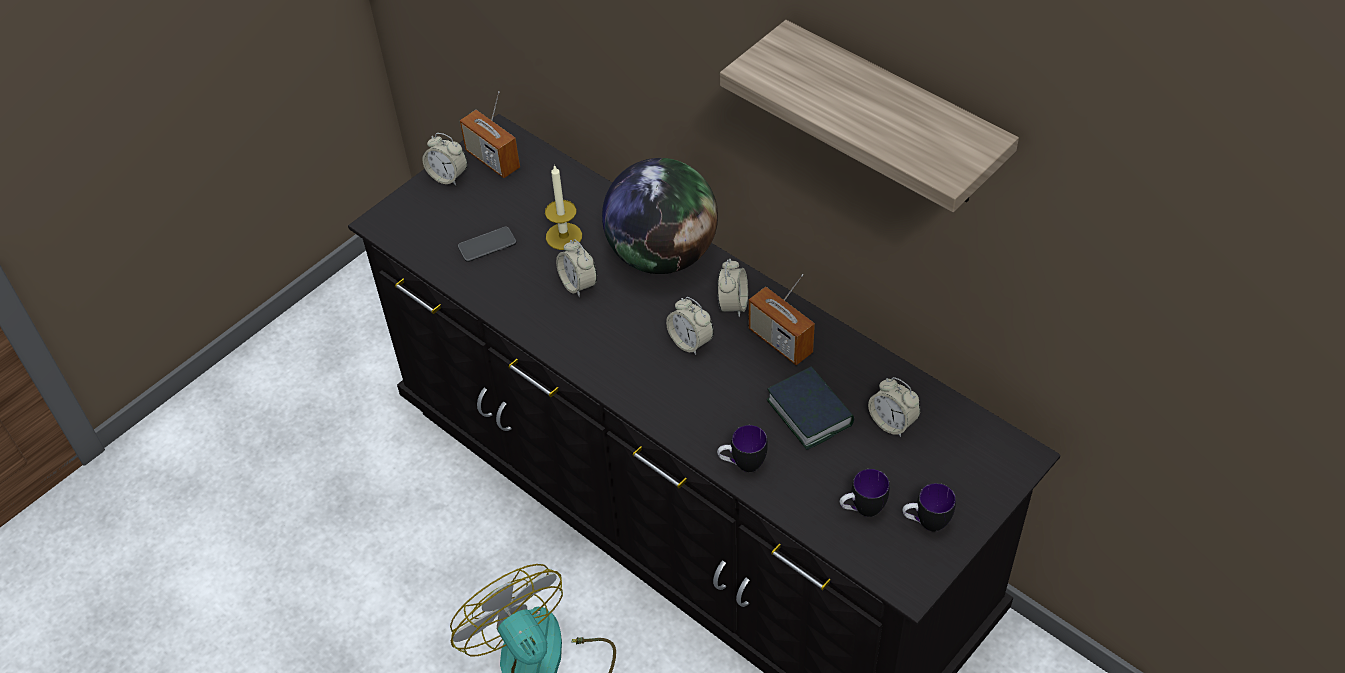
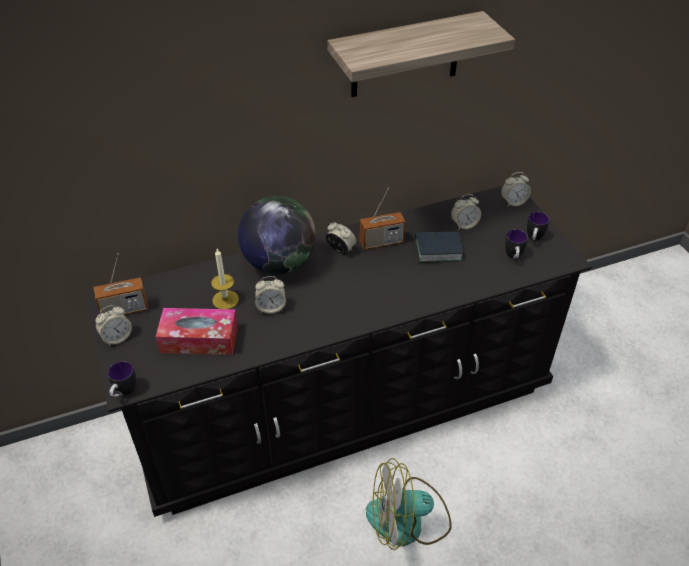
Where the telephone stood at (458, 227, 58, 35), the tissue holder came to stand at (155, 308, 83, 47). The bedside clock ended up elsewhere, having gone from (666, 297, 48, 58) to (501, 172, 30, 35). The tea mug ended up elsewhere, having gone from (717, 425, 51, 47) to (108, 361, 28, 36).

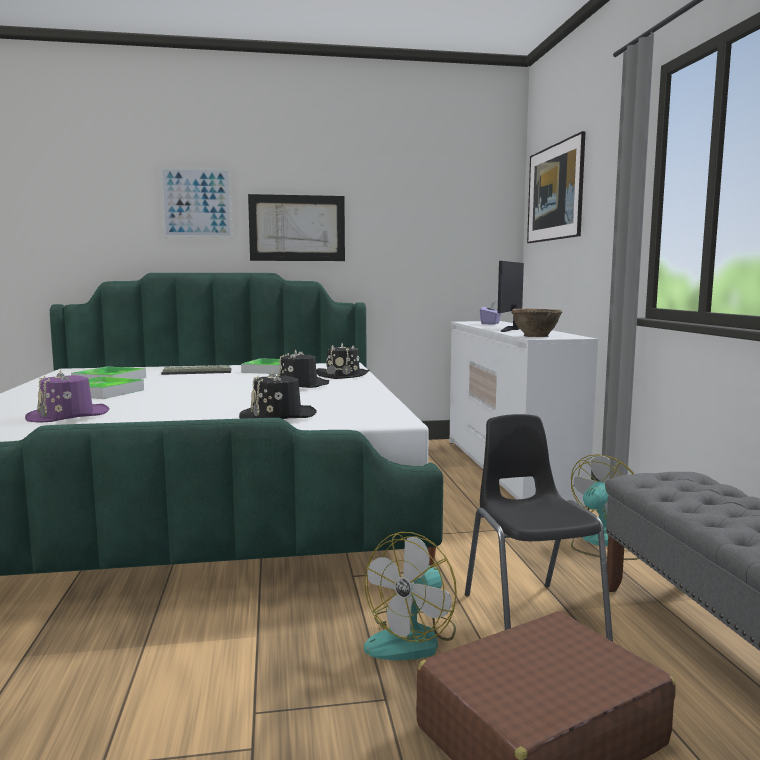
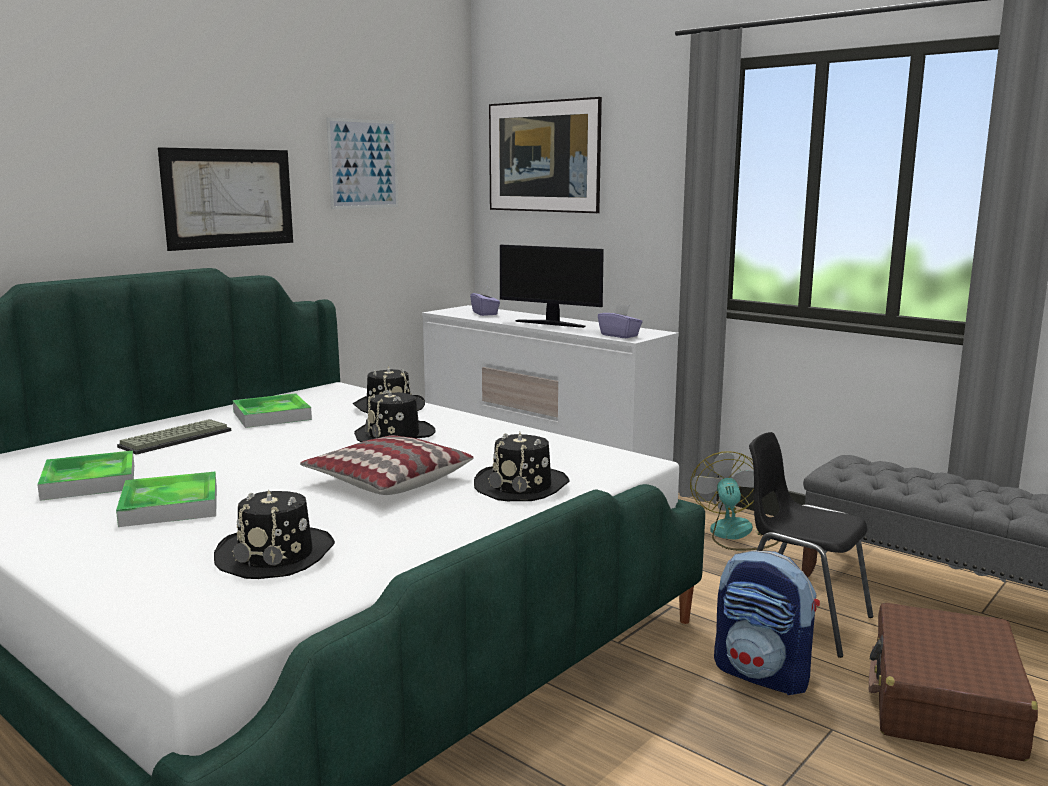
The wall art ended up elsewhere, having gone from (160, 167, 73, 71) to (326, 117, 72, 92). The computer display at (497, 261, 27, 71) ended up facing another way, 45 degrees counterclockwise from before. Where the bowl in brownish stood at (511, 308, 51, 29), the tissue holder in purplish came to stand at (598, 304, 44, 34). What was the clothing hat in purplish at (25, 370, 85, 53) turned into the clothing hat in black at (214, 490, 121, 89). Where the electric fan stood at (364, 532, 93, 128), the backpack came to stand at (714, 550, 106, 145). The second view gained the throw pillow at (300, 435, 174, 60).

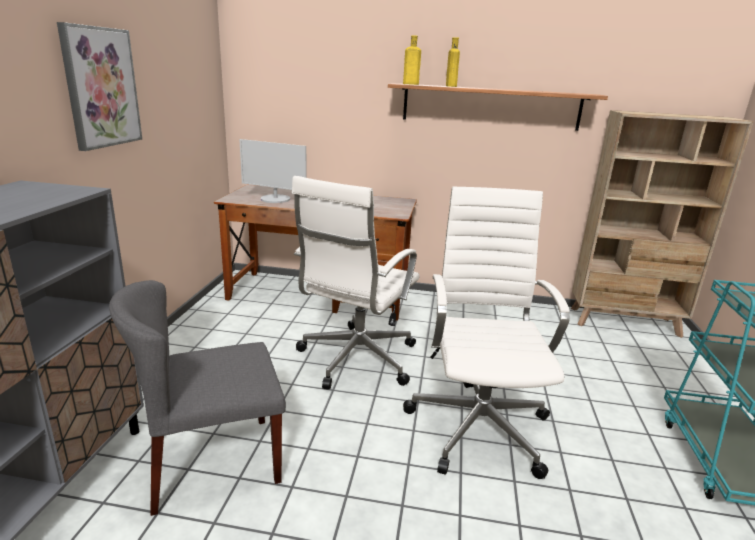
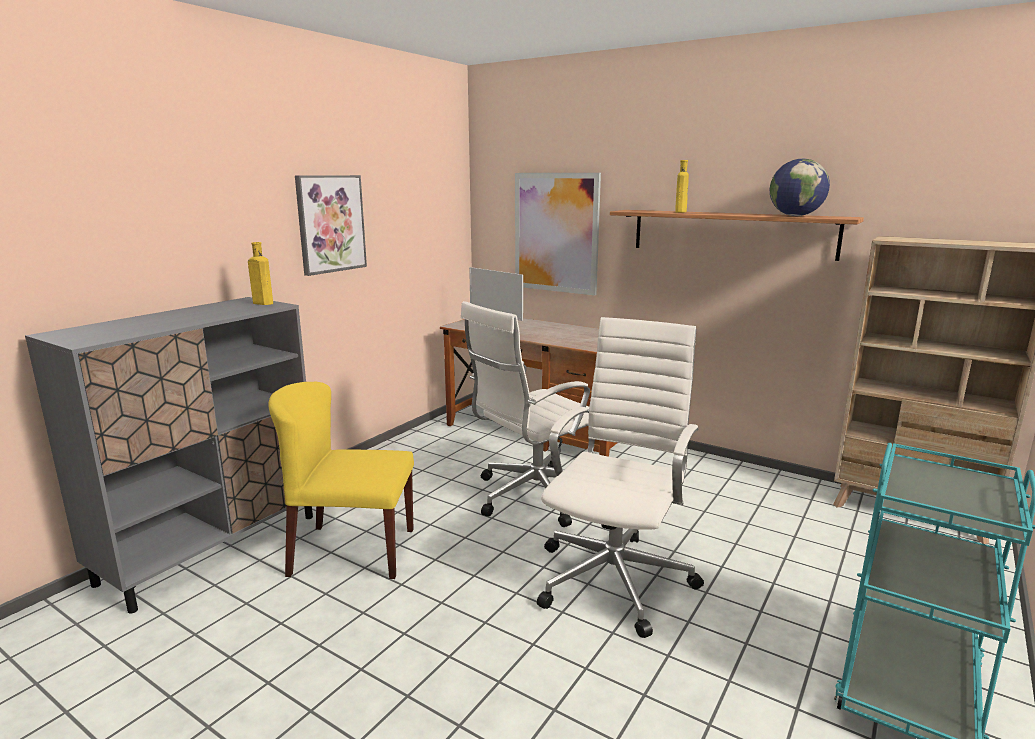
The beverage bottle in yellow ended up elsewhere, having gone from (403, 35, 18, 50) to (248, 242, 25, 63). What was the upright chair in grey at (109, 280, 177, 236) turned into the upright chair in yellow at (269, 382, 145, 197). The second view gained the desk globe at (770, 159, 60, 57). The second view gained the wall art at (515, 173, 86, 122).

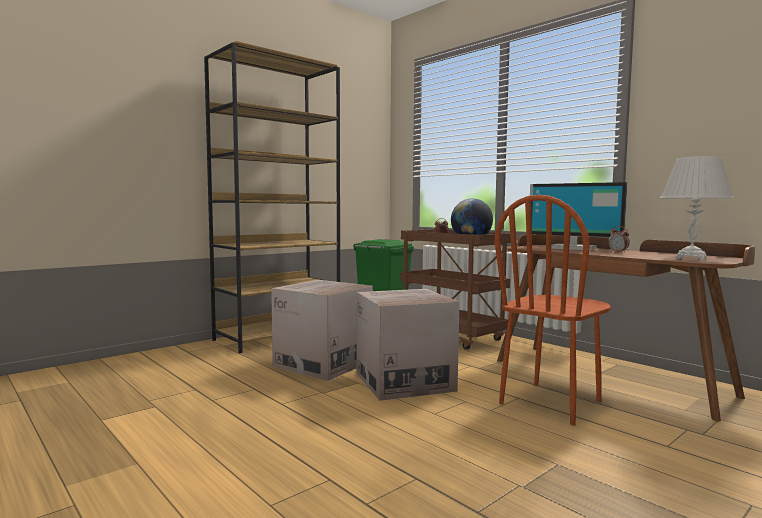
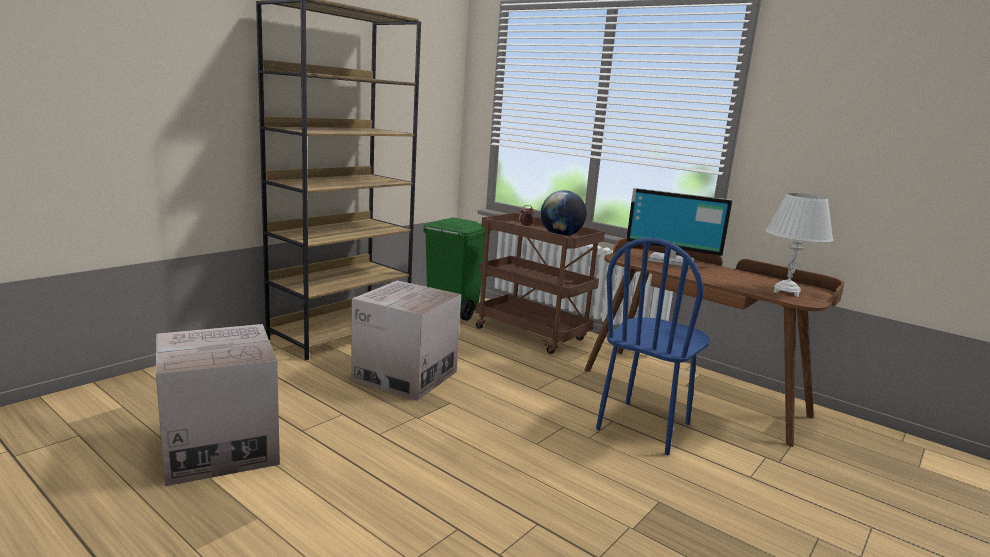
What was the upright chair in brownish at (495, 194, 116, 232) turned into the upright chair in blue at (596, 237, 114, 218). The second view lost the bedside clock at (608, 226, 22, 27). The carton ended up elsewhere, having gone from (357, 289, 103, 112) to (156, 324, 124, 162).

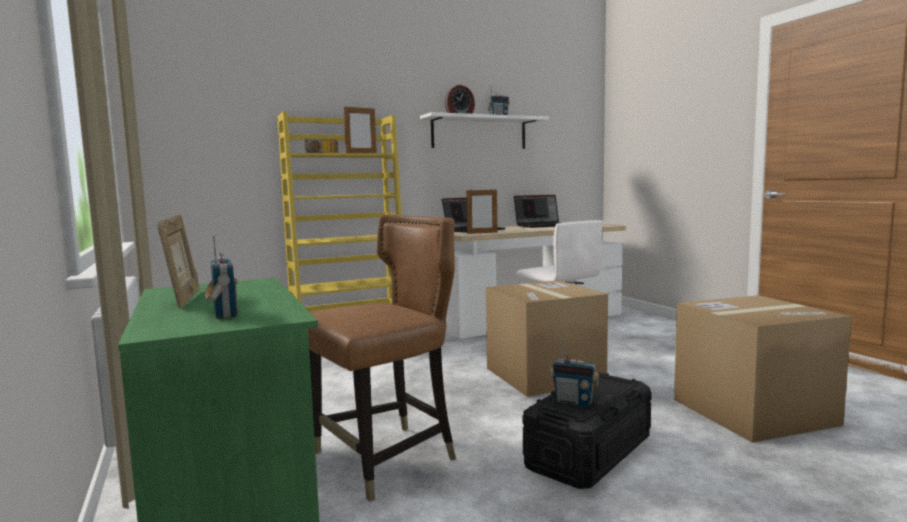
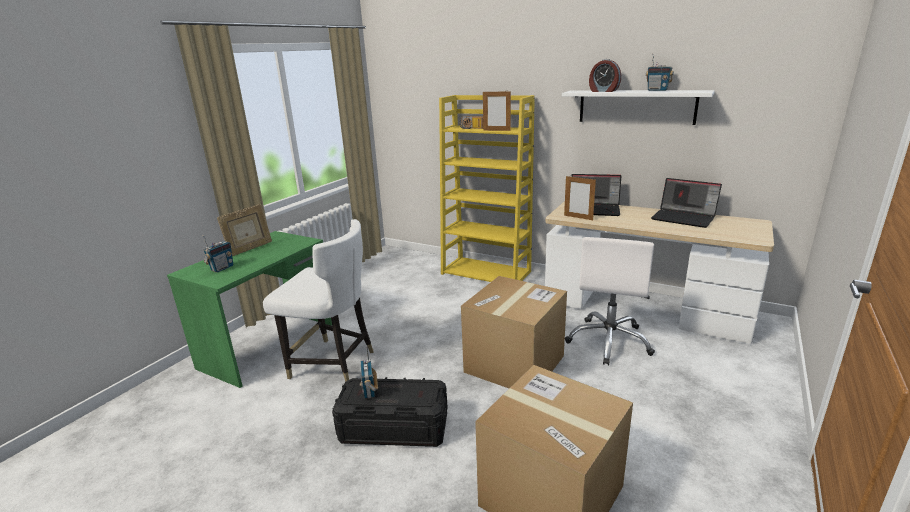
What was the upright chair in brownish at (308, 215, 148, 287) turned into the upright chair in whitish at (263, 219, 111, 163).

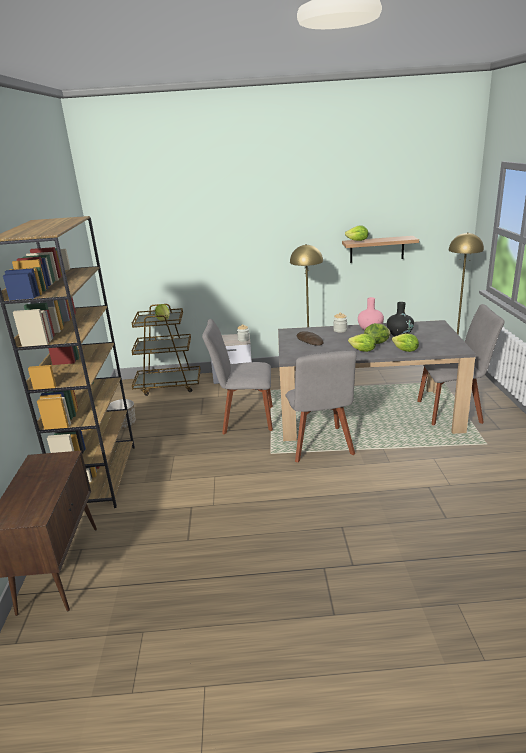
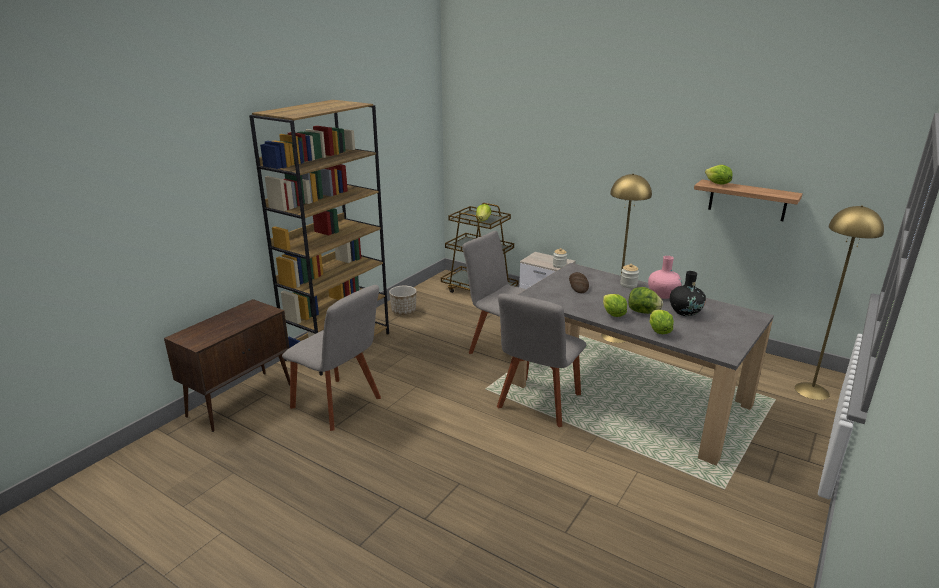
The upright chair in grey ended up elsewhere, having gone from (417, 304, 88, 121) to (282, 285, 99, 146).

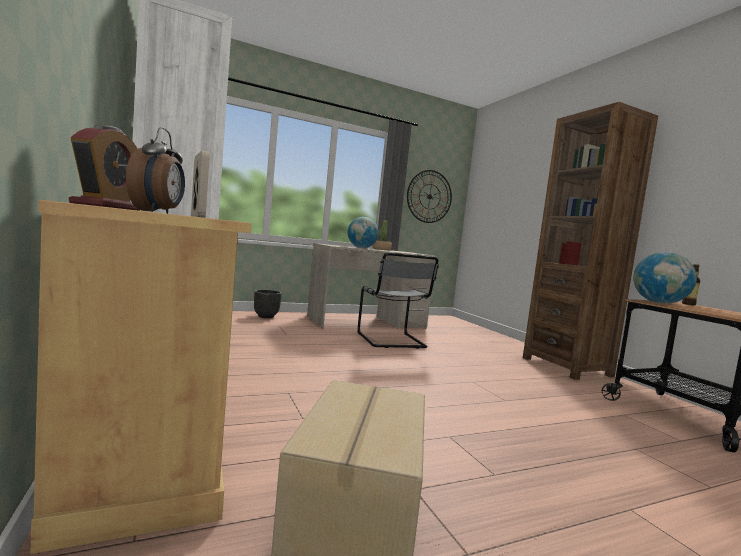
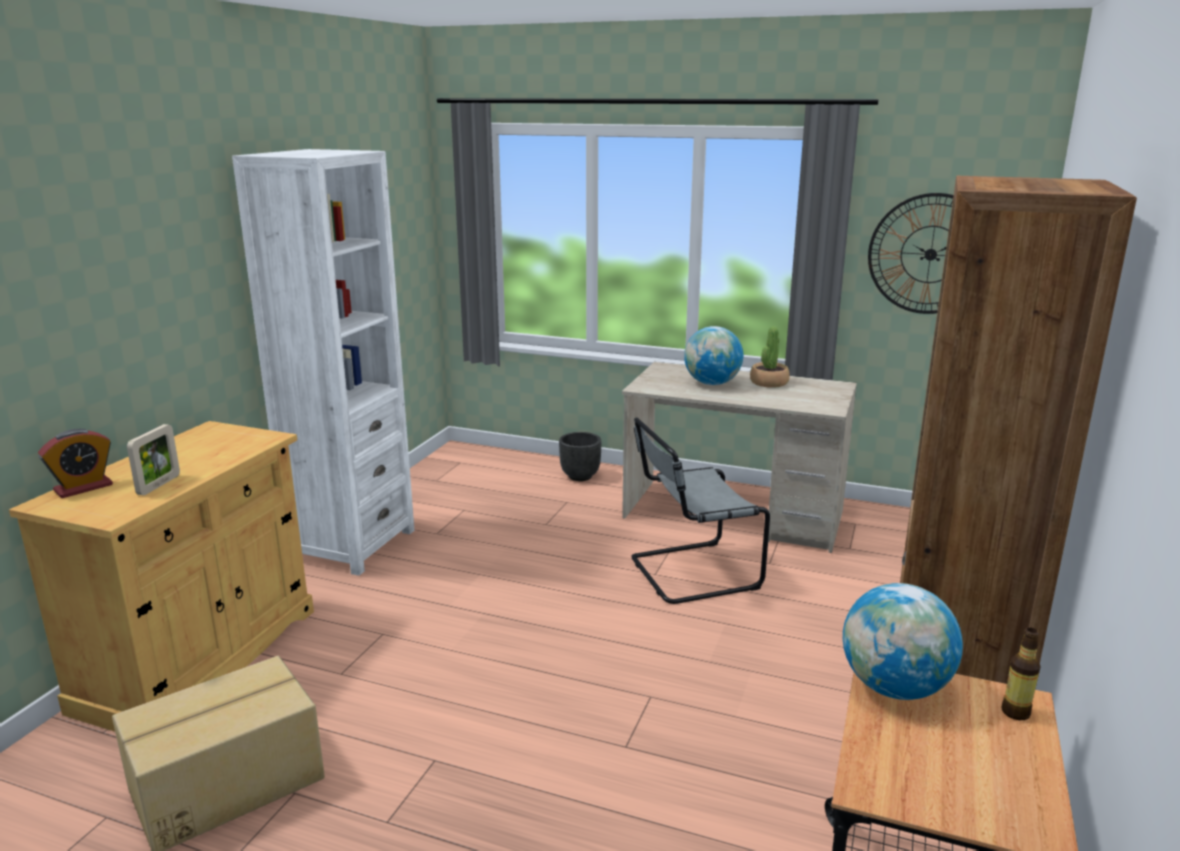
The second view lost the bedside clock at (126, 127, 59, 87). The upright chair in grey at (357, 253, 82, 95) ended up facing another way, 45 degrees clockwise from before.

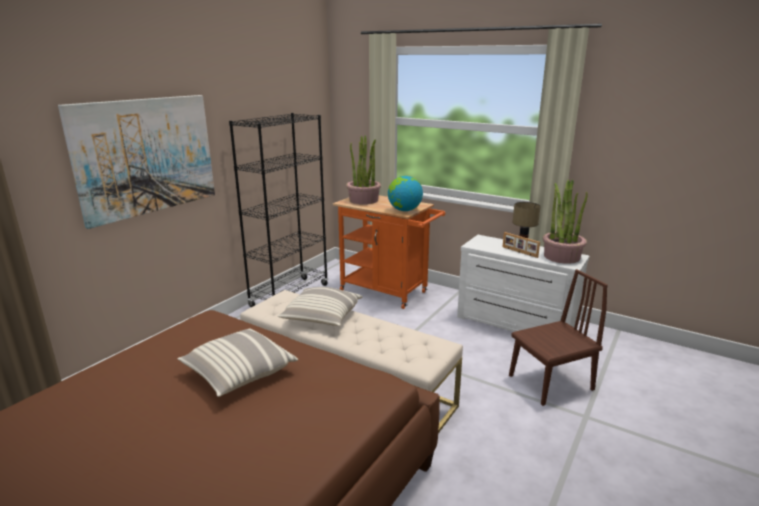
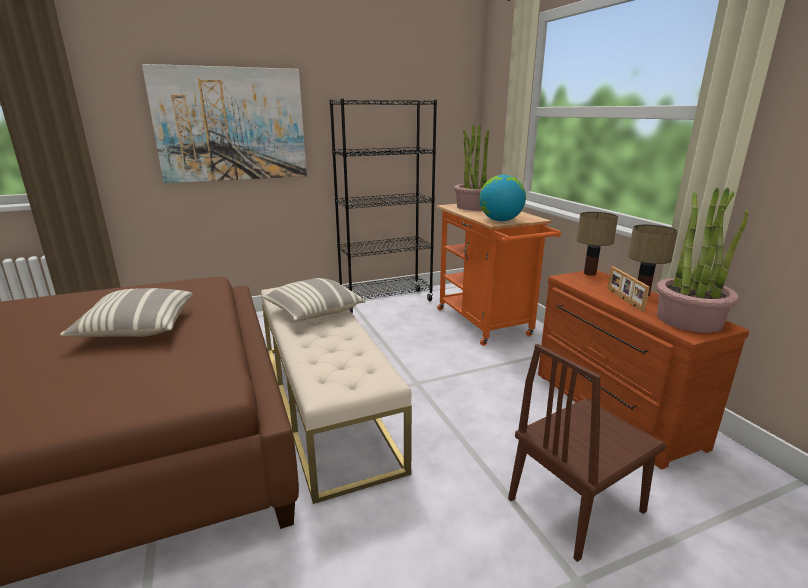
What was the drawer chest in whitish at (457, 235, 132, 97) turned into the drawer chest in brownish at (538, 270, 211, 199). The upright chair in brownish at (509, 269, 99, 137) ended up facing another way, 135 degrees clockwise from before. The second view gained the table lamp at (577, 212, 41, 63).

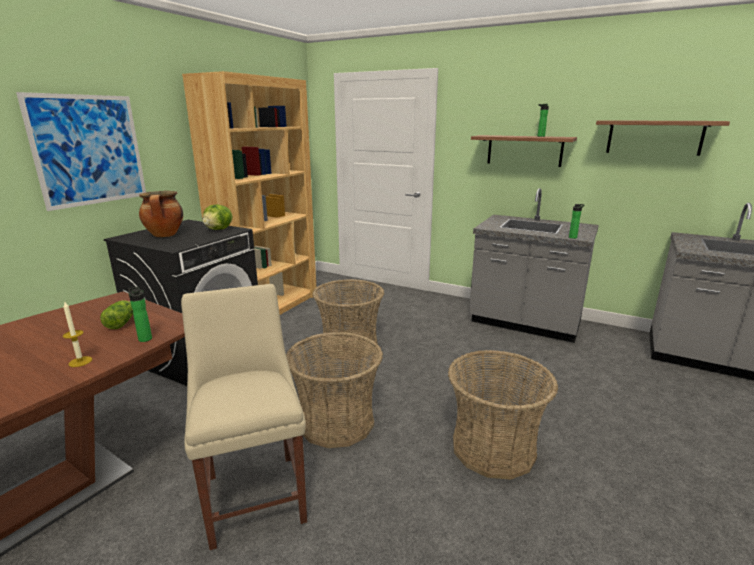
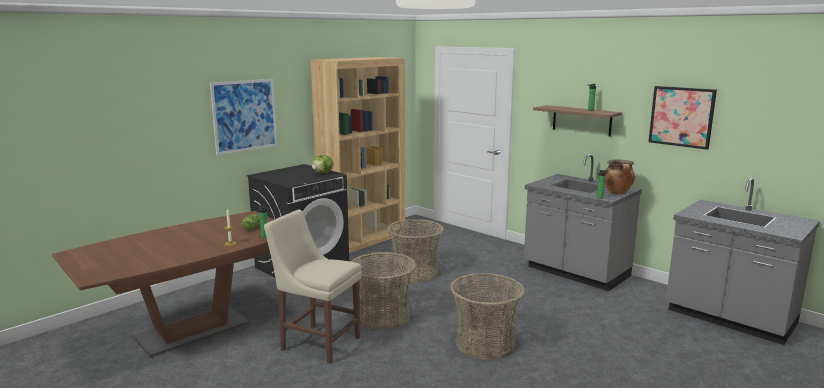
Where the bracket shelf hung at (596, 120, 134, 36), the wall art came to hang at (649, 86, 68, 64). The stockpot ended up elsewhere, having gone from (139, 191, 44, 46) to (605, 160, 30, 34). The upright chair in sand-coloured at (181, 284, 126, 266) ended up facing another way, 60 degrees counterclockwise from before.

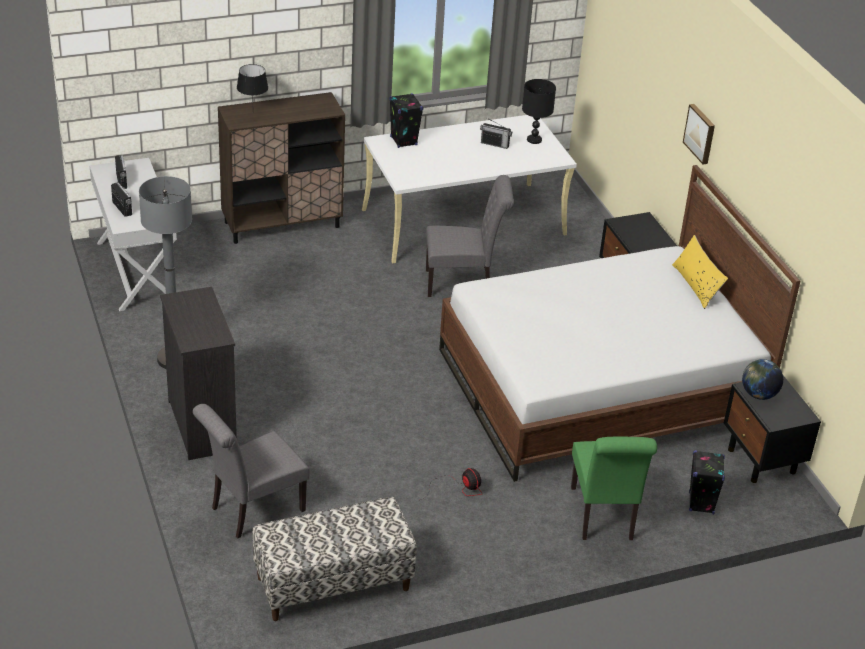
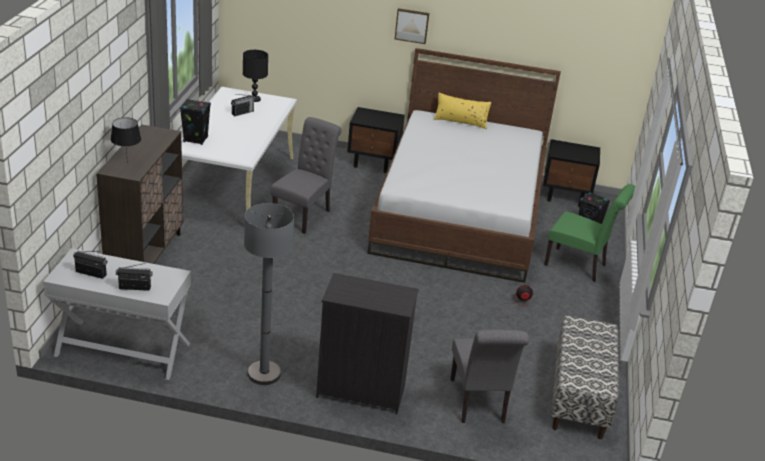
The second view lost the desk globe at (742, 359, 41, 41).

